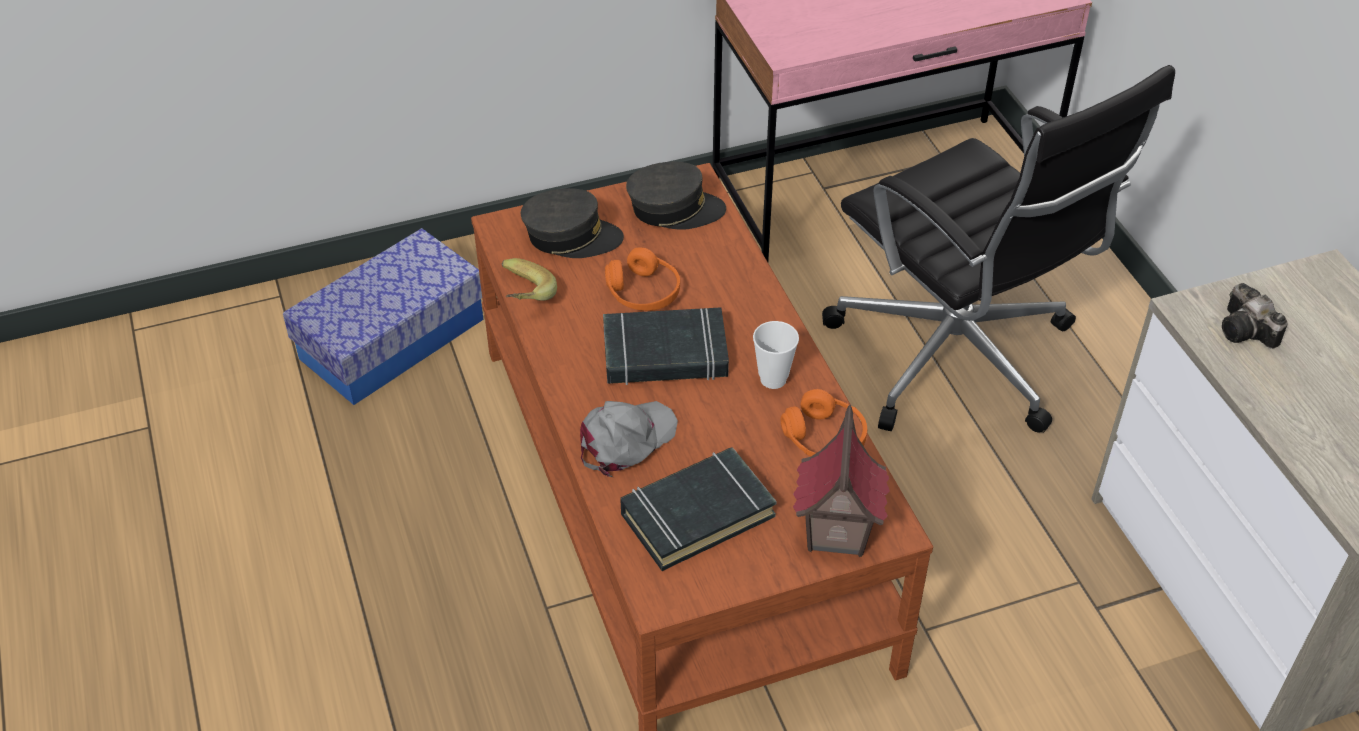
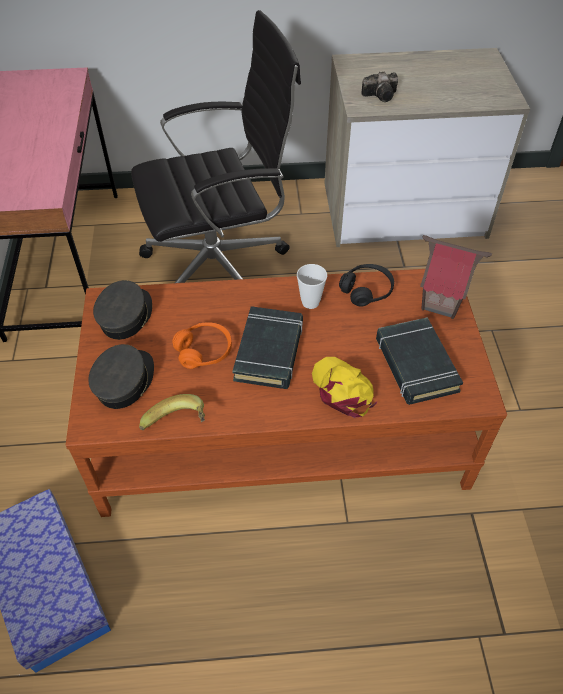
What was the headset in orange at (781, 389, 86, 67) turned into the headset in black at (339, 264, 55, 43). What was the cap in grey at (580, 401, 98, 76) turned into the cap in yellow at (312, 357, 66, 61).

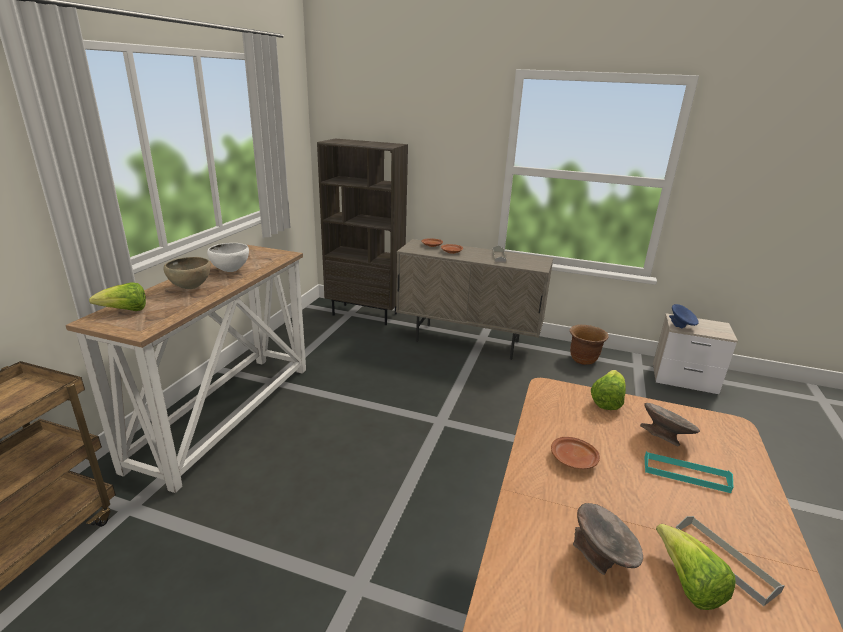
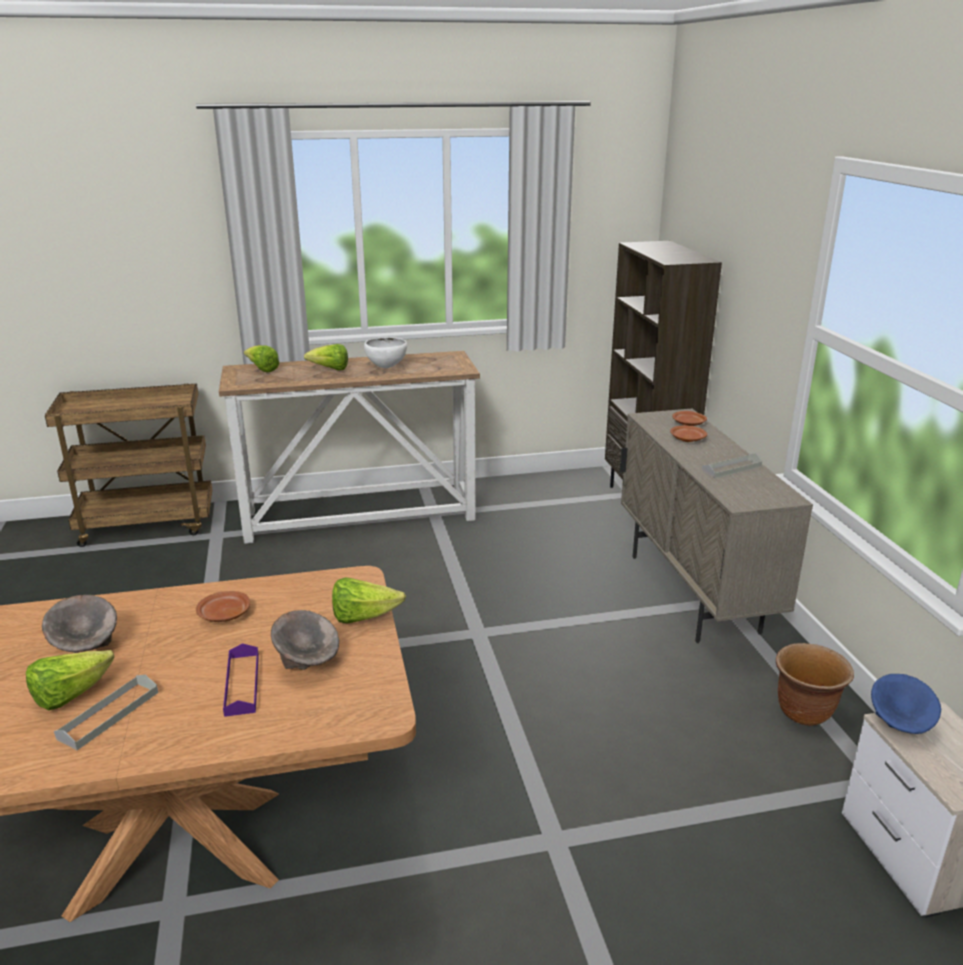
Where the bowl in brownish stood at (163, 257, 48, 32), the head of lettuce came to stand at (304, 344, 44, 26). What was the carrying tray in turquoise at (644, 451, 89, 42) turned into the carrying tray in purplish at (223, 643, 36, 74).

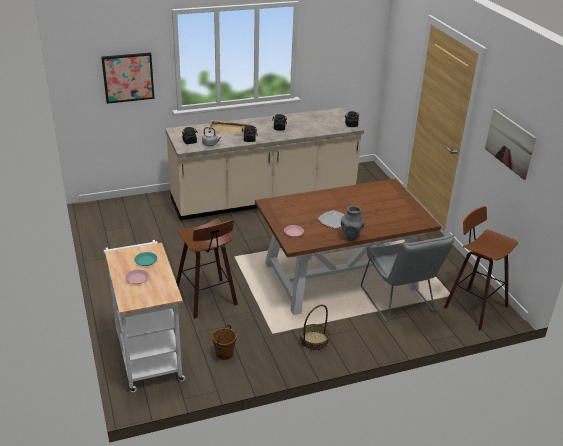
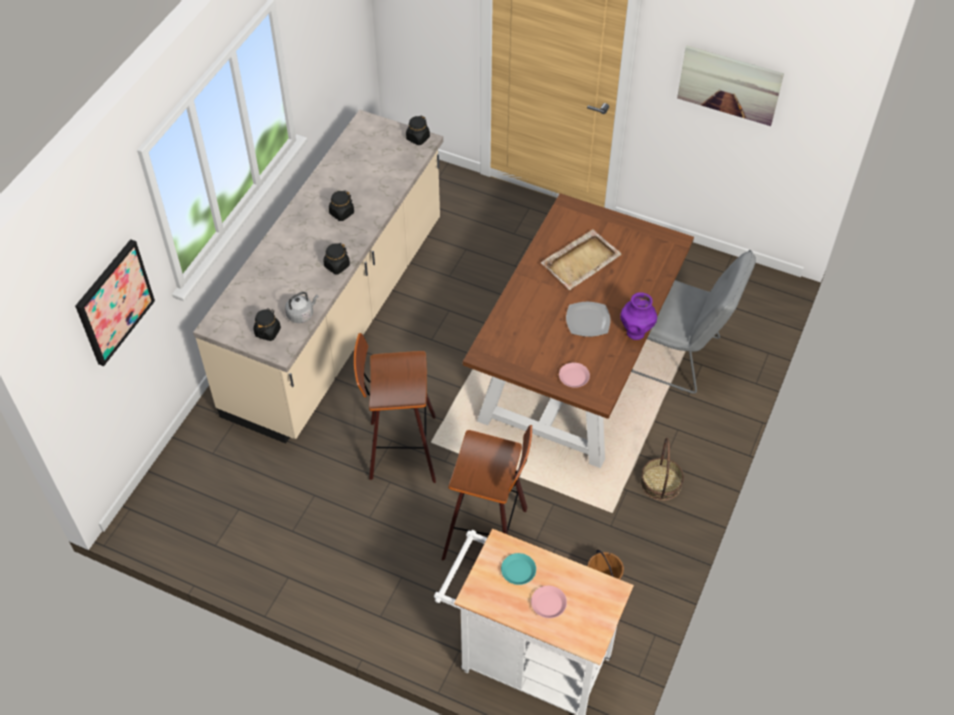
The carrying tray in sand-coloured ended up elsewhere, having gone from (206, 120, 45, 14) to (541, 229, 81, 61). What was the vase in grey at (341, 206, 23, 35) turned into the vase in purplish at (620, 292, 37, 48). The sitting stool ended up elsewhere, having gone from (444, 206, 74, 125) to (354, 333, 82, 150).

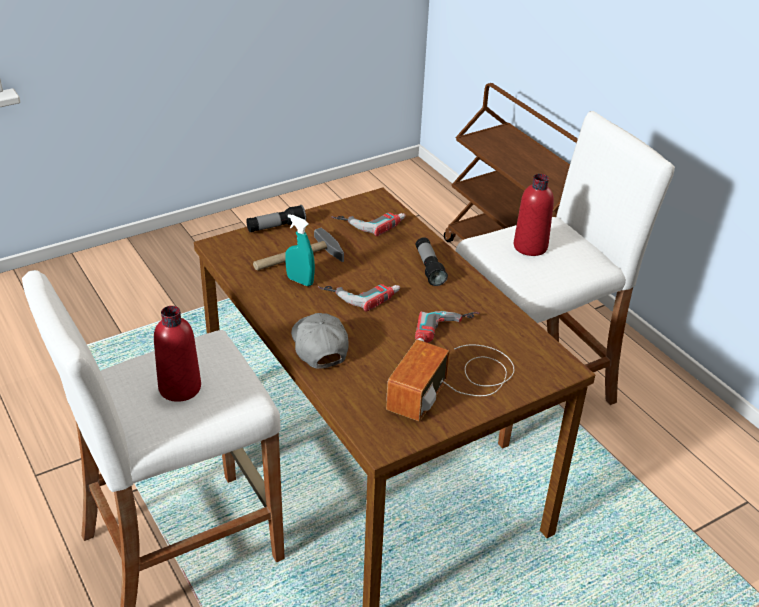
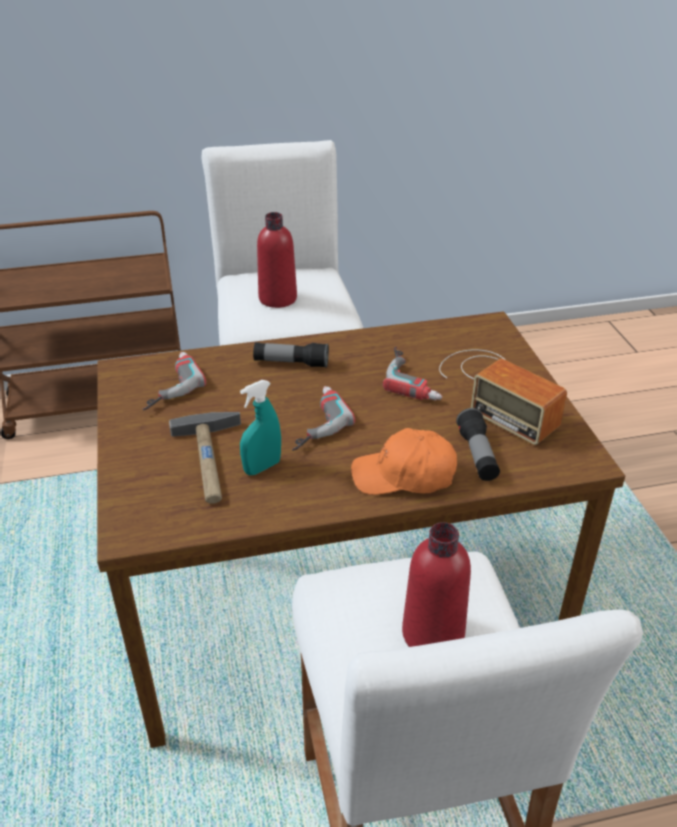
The hand torch ended up elsewhere, having gone from (246, 205, 60, 27) to (456, 408, 44, 73). What was the cap in grey at (291, 313, 58, 56) turned into the cap in orange at (351, 428, 106, 67).

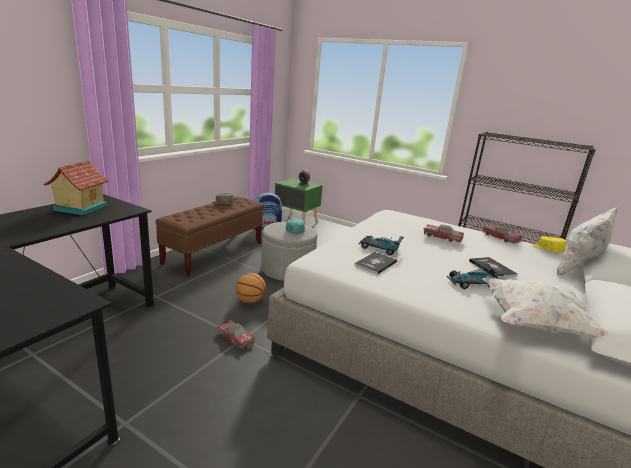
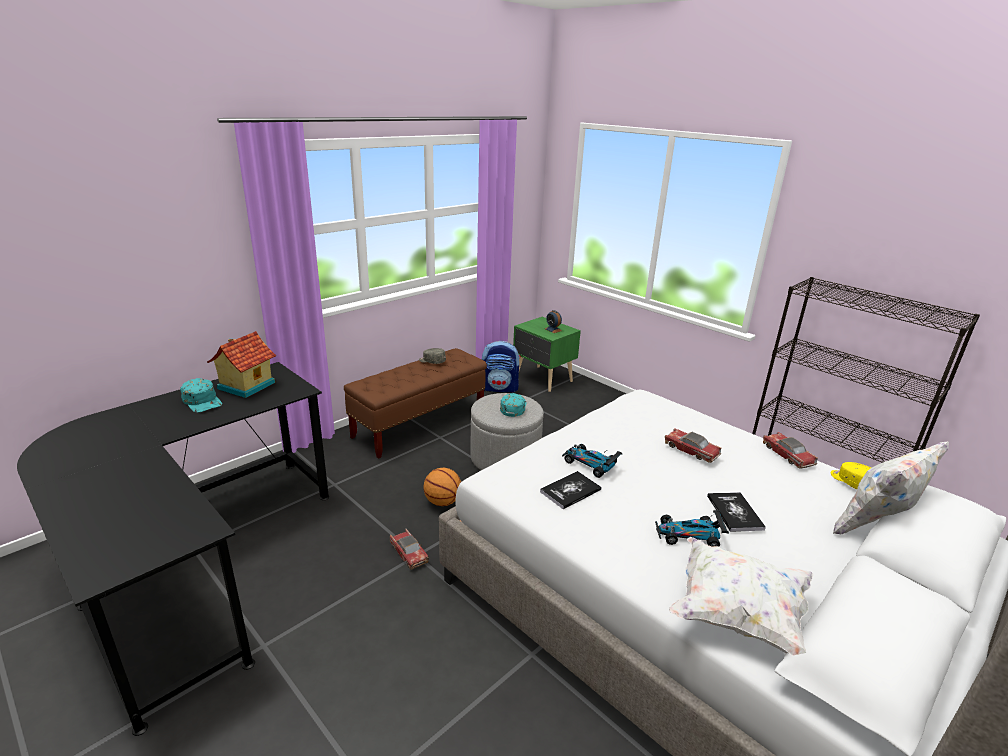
The second view gained the cap in turquoise at (180, 378, 42, 35).

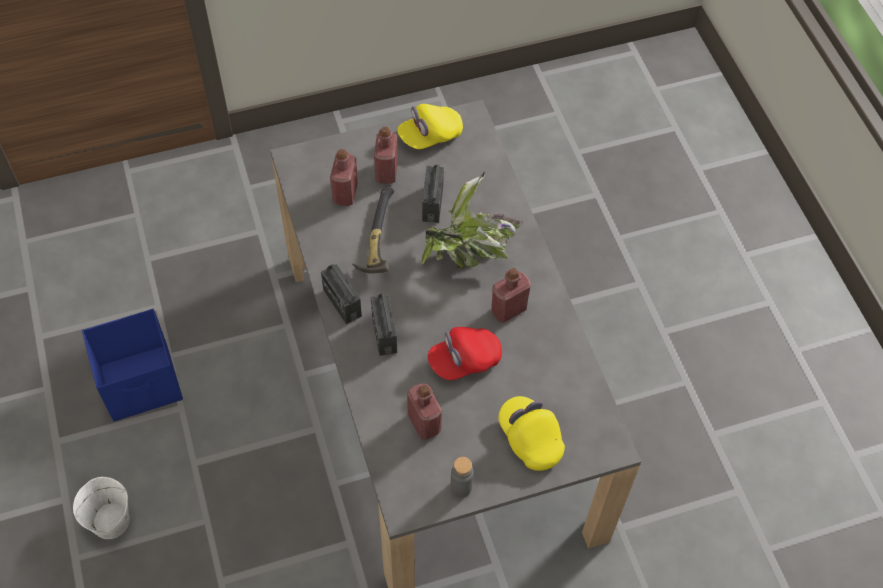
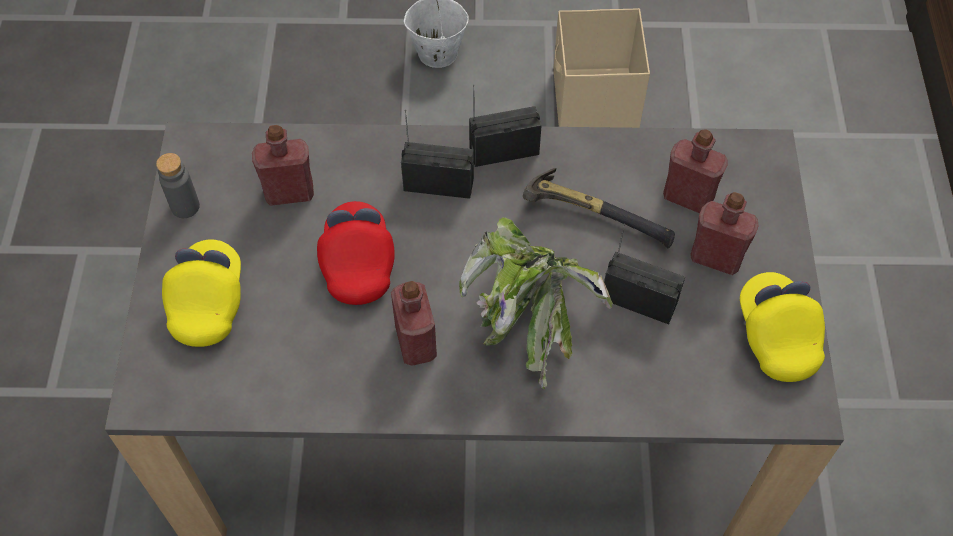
What was the storage bin in blue at (82, 309, 101, 113) turned into the storage bin in sand-coloured at (553, 8, 97, 120). The cap in yellow at (498, 396, 67, 75) ended up facing another way, 75 degrees counterclockwise from before.

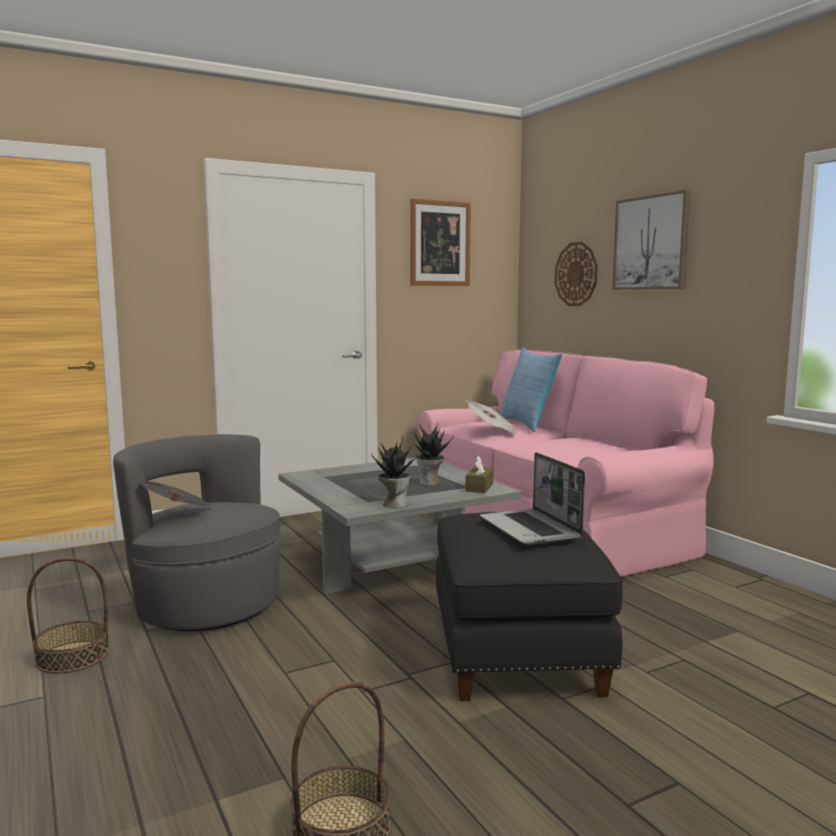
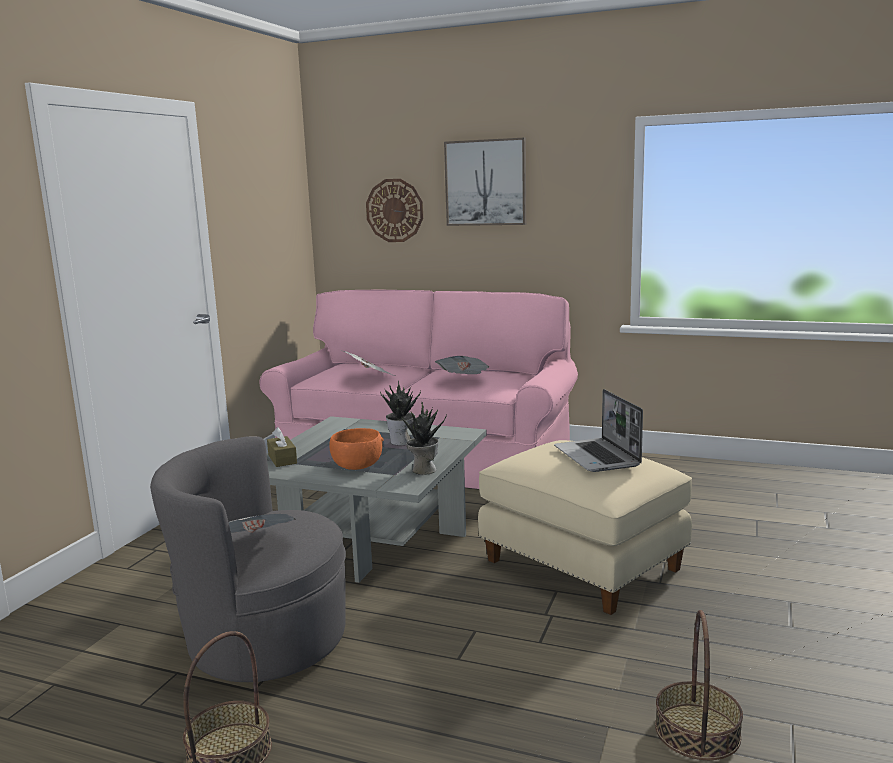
The second view lost the wall art at (410, 199, 61, 87). The second view lost the throw pillow at (499, 348, 63, 84). The portable computer at (480, 452, 105, 93) ended up facing another way, 45 degrees clockwise from before. The tissue holder in brownish ended up elsewhere, having gone from (465, 456, 28, 37) to (267, 427, 30, 40). What was the ottoman in black at (436, 512, 187, 189) turned into the ottoman in sand-coloured at (478, 440, 214, 175). The second view gained the daily paper at (435, 356, 55, 18). The second view gained the bowl in orange at (329, 428, 54, 42).

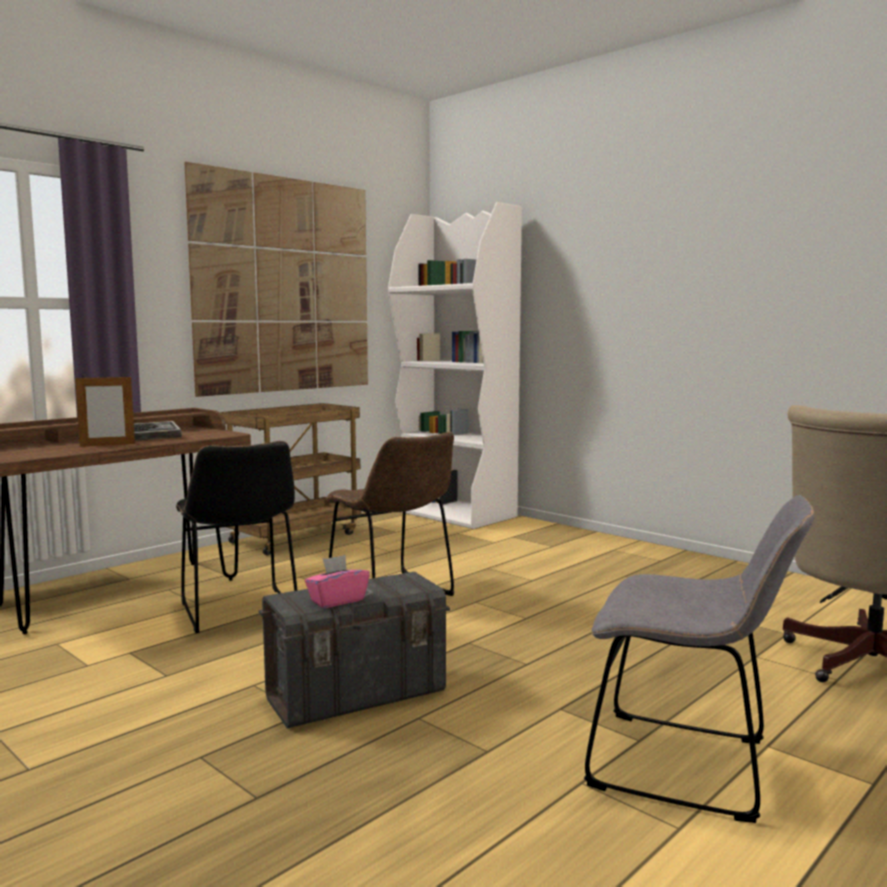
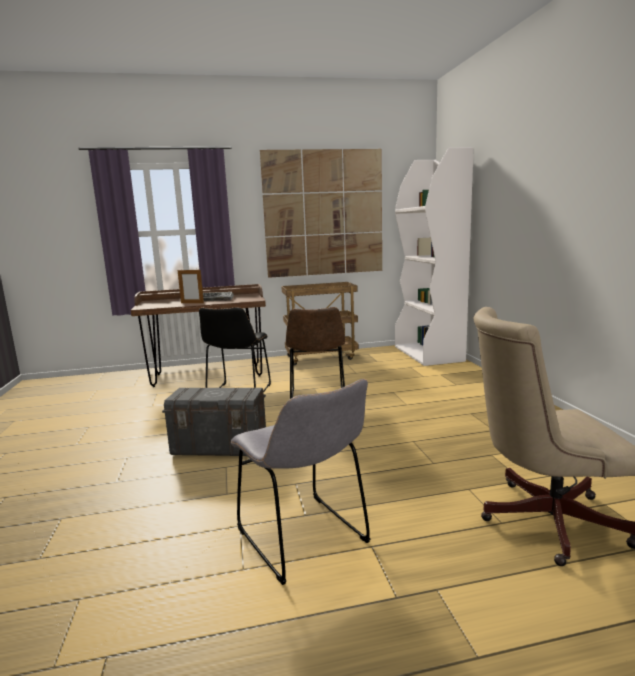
The second view lost the tissue holder in pinkish at (305, 555, 65, 53).

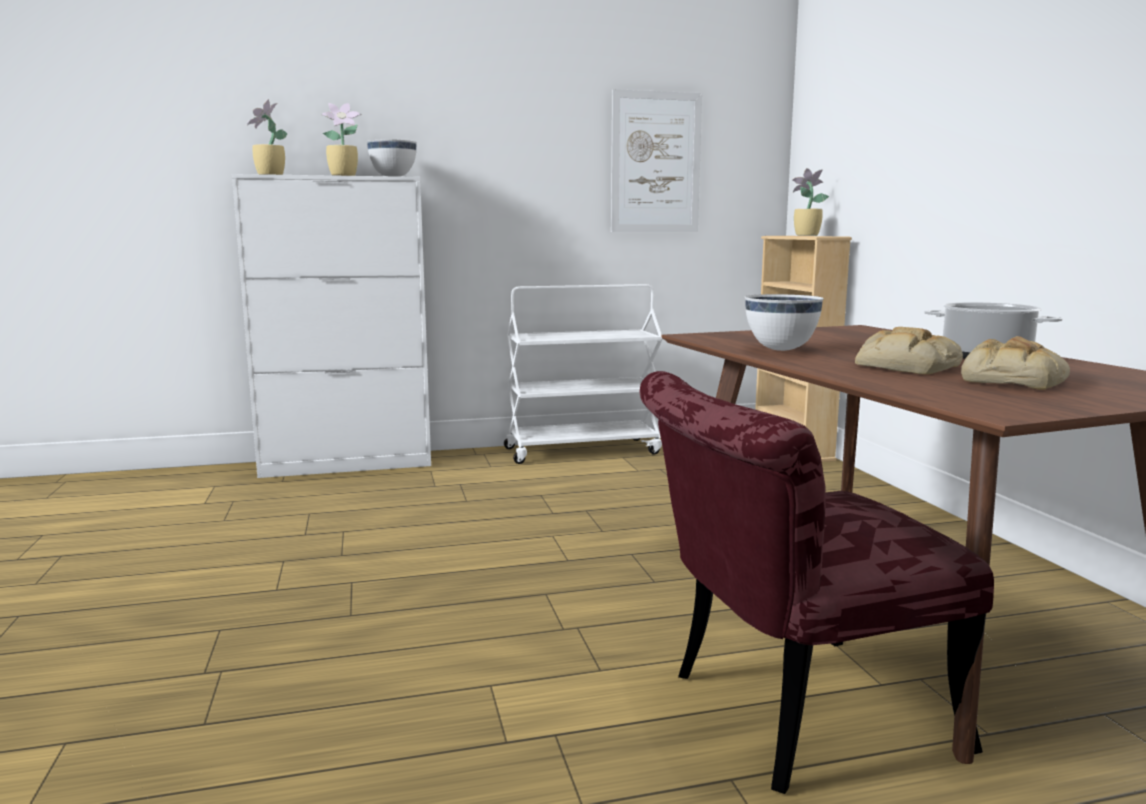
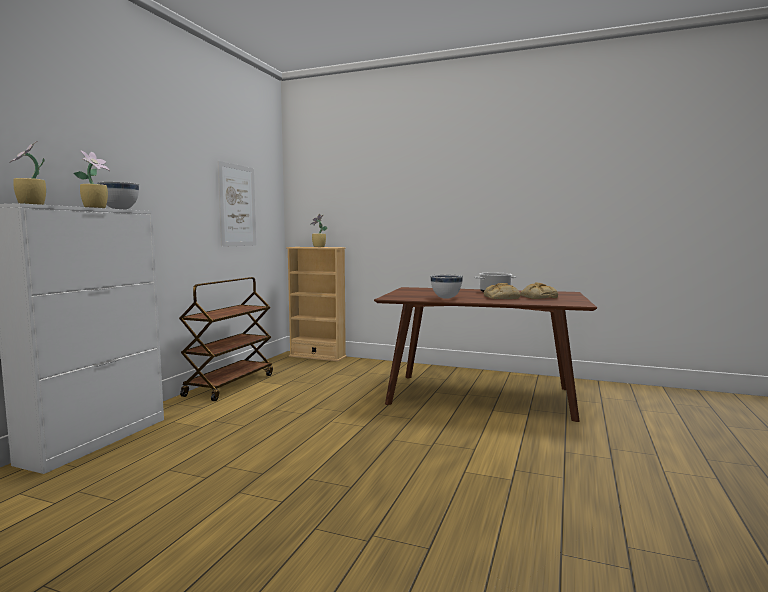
What was the cart in whitish at (504, 284, 159, 180) turned into the cart in brownish at (179, 277, 94, 124). The second view lost the upright chair in red-coloured at (640, 371, 354, 423).

